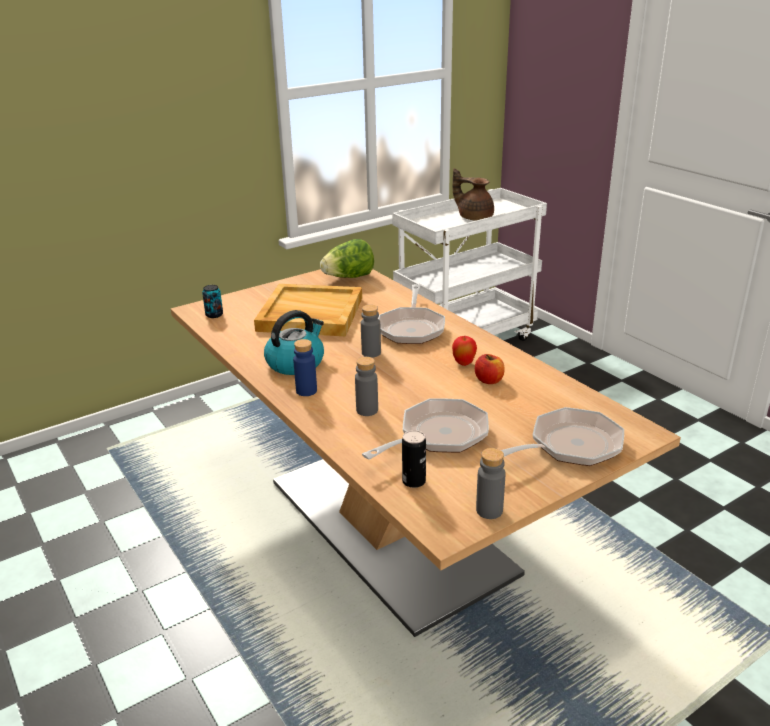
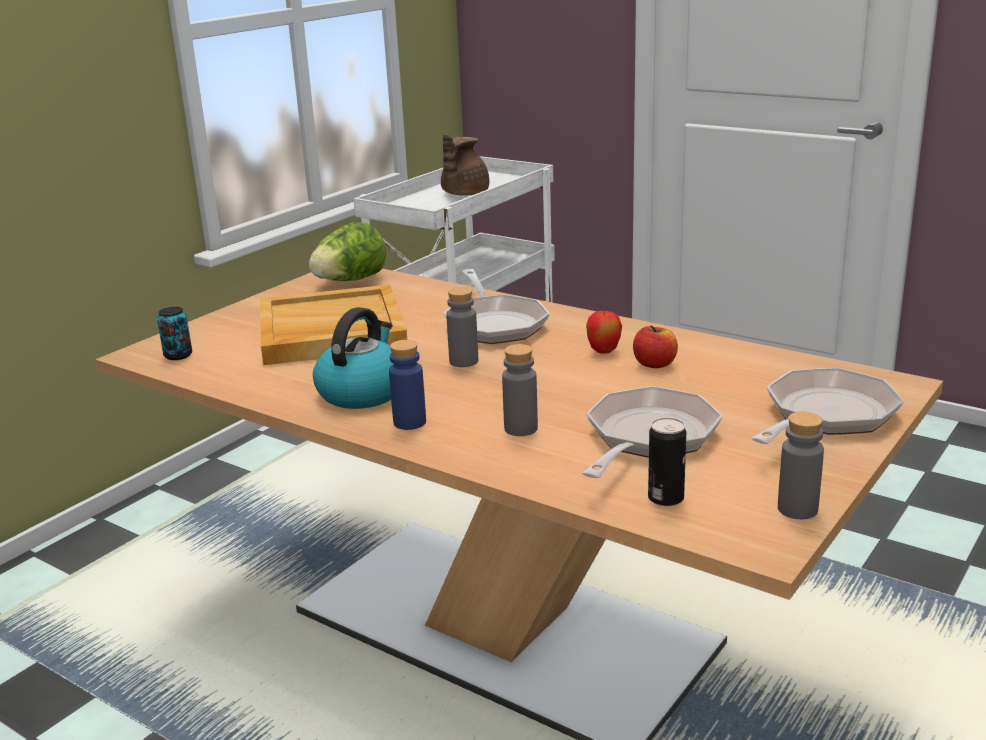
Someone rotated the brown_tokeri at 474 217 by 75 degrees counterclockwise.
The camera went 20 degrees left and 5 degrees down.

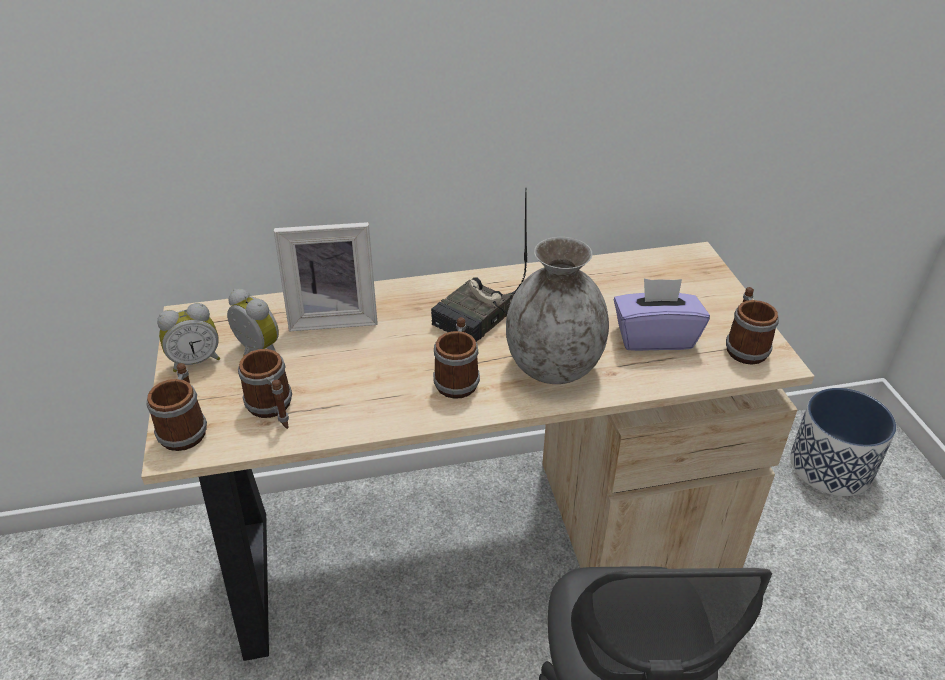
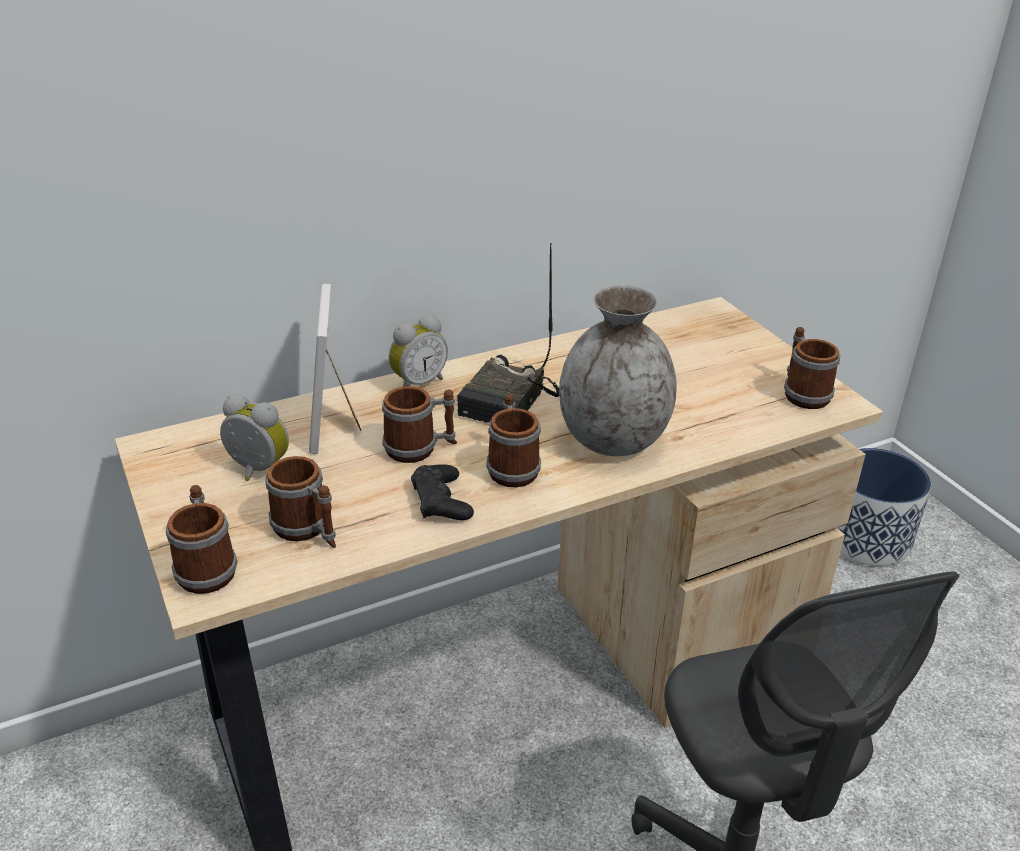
Someone rotated the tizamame at 333 317 by 105 degrees clockwise.
Someone took away the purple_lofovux at 654 337.
Someone carried the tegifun from 195 361 to 417 383.
Someone put down the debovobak at 420 448.
Someone put down the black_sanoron at 441 501.
The camera went 15 degrees left and 5 degrees down.

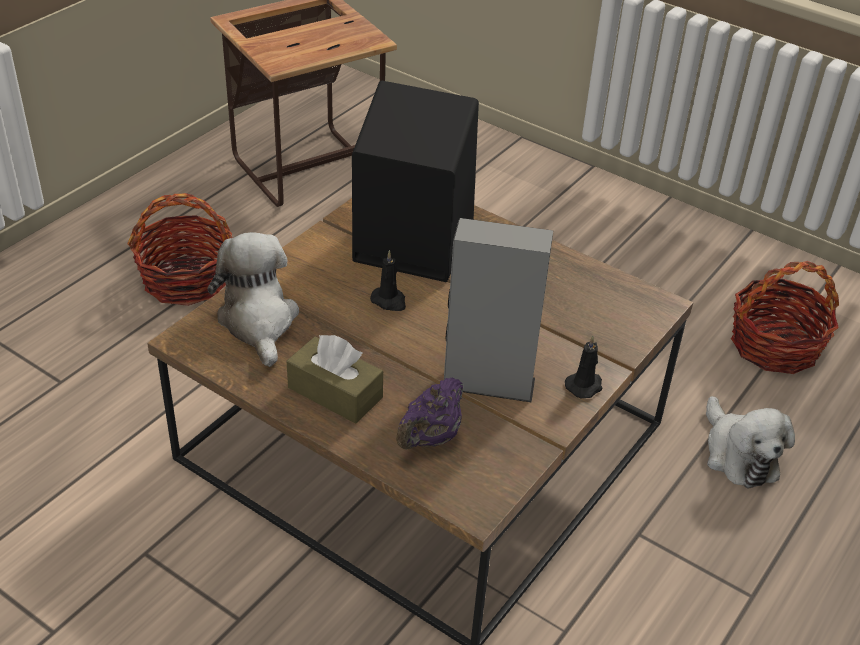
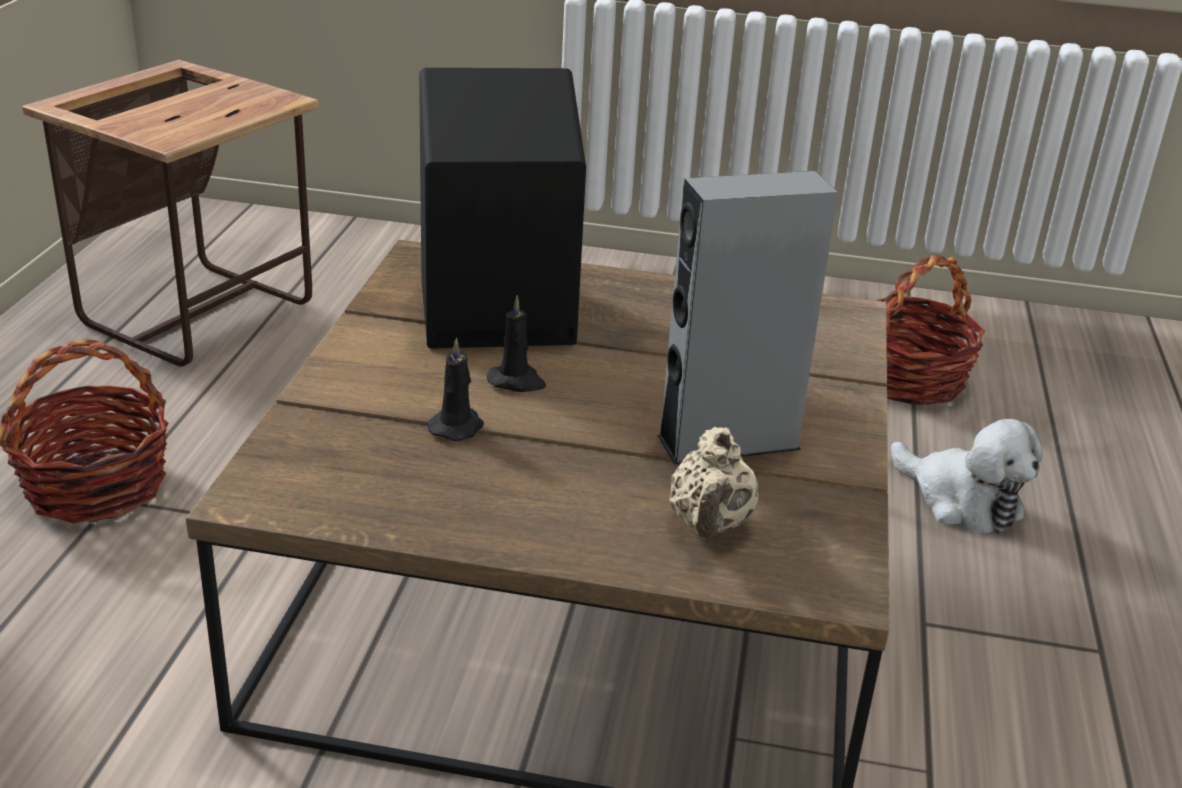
Someone took away the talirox at 258 322.
Someone took away the brown_lofovux at 335 392.
Someone carried the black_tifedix from 585 386 to 457 426.
Someone repainted the purple_tokeri at 430 438, which became the beige_tokeri at 709 526.
The camera went 25 degrees left and 10 degrees down.

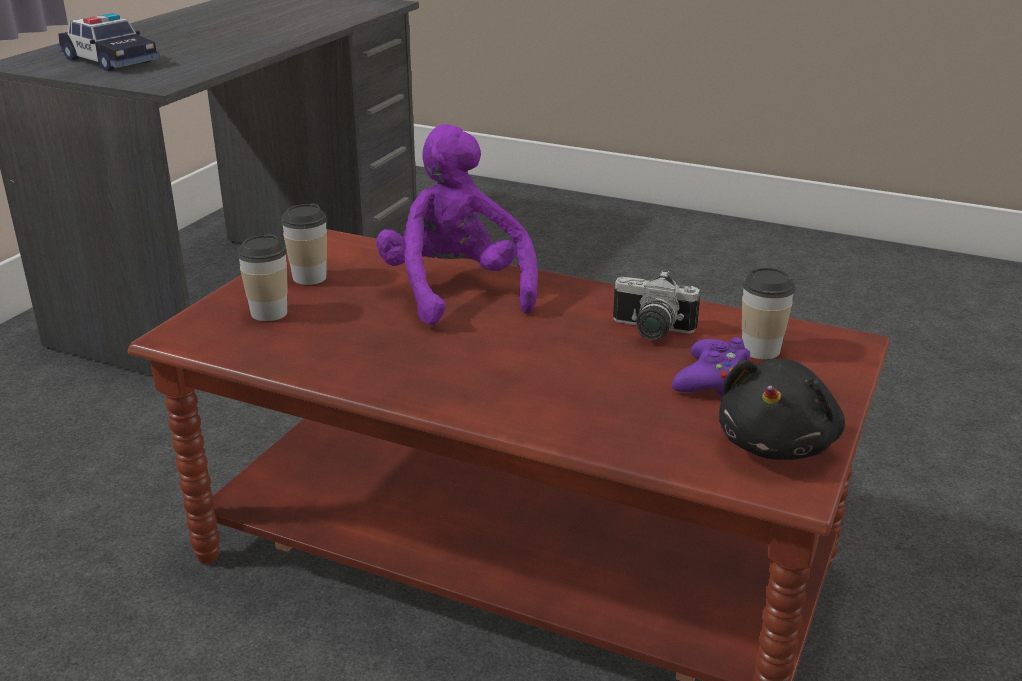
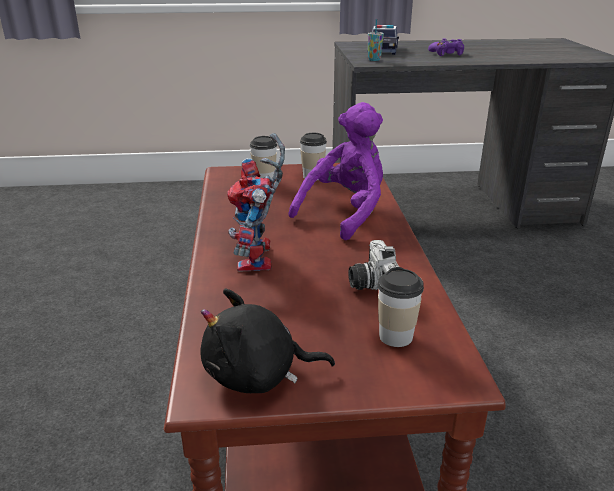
Someone carried the purple_sanoron from 712 380 to 447 53.
Someone put down the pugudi at 374 60.
Someone put down the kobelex at 259 260.
The camera went 60 degrees right and 0 degrees up.

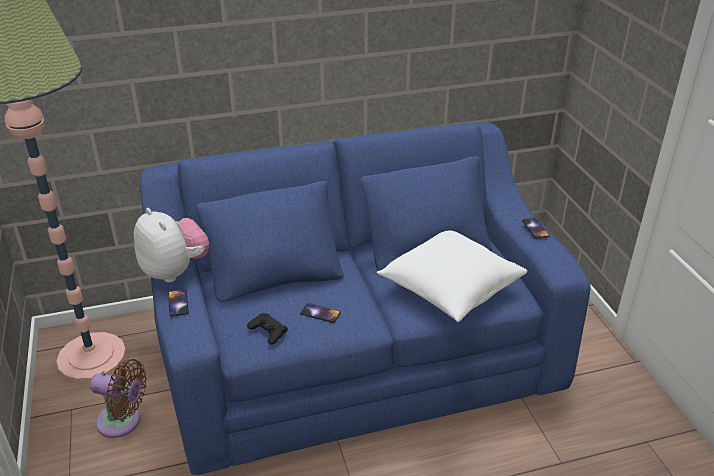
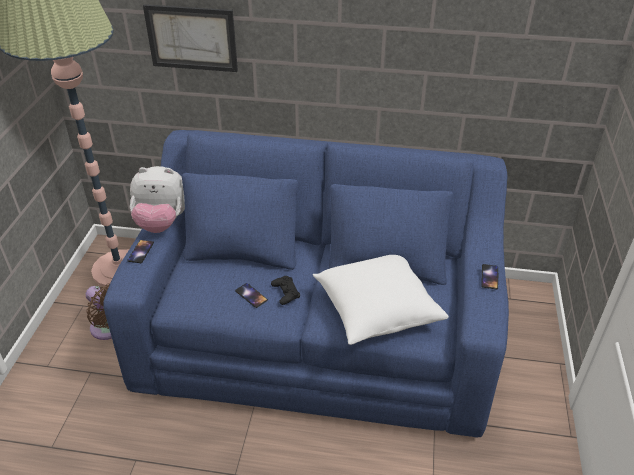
Someone rotated the talirox at 175 271 by 105 degrees clockwise.
Someone carried the black_sanoron from 268 331 to 285 292.
Someone put up the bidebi at 192 38.
The camera went 25 degrees right and 5 degrees up.

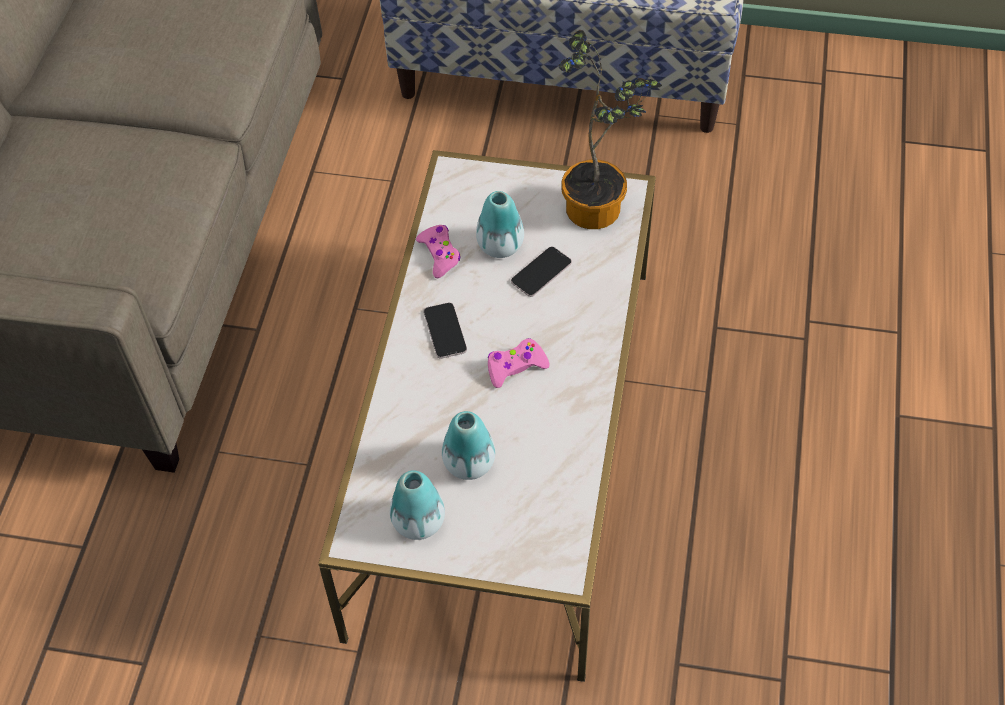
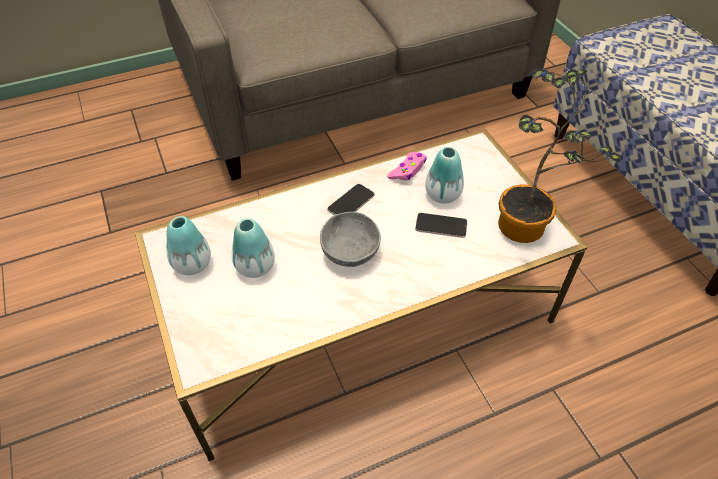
Someone swapped the pink_sanoron at 515 367 for the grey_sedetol at 351 251.
The camera went 55 degrees right and 5 degrees down.

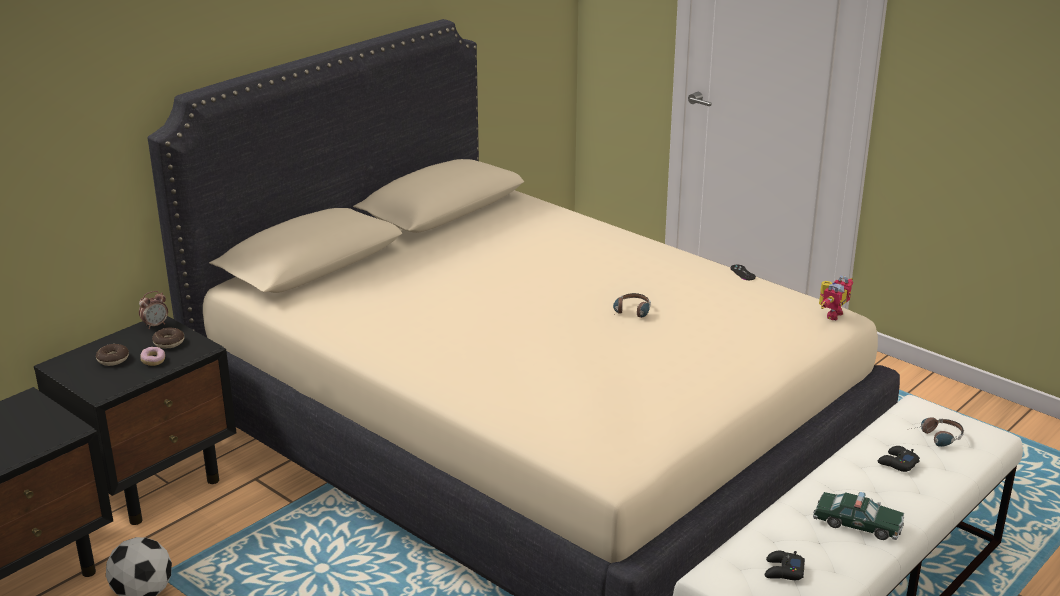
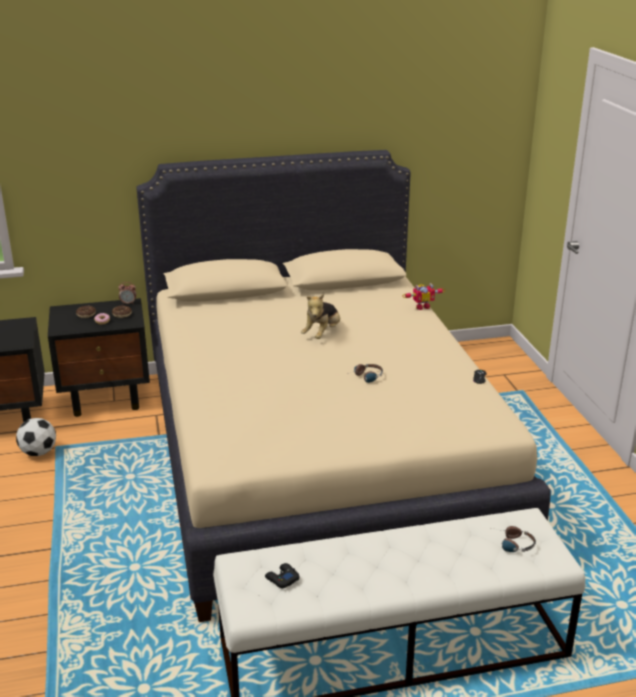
Someone carried the kobelex from 830 314 to 421 306.
Someone took away the black_sanoron at 897 463.
Someone took away the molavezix at 857 524.
Someone put down the talirox at 322 334.
The camera went 35 degrees right and 0 degrees up.

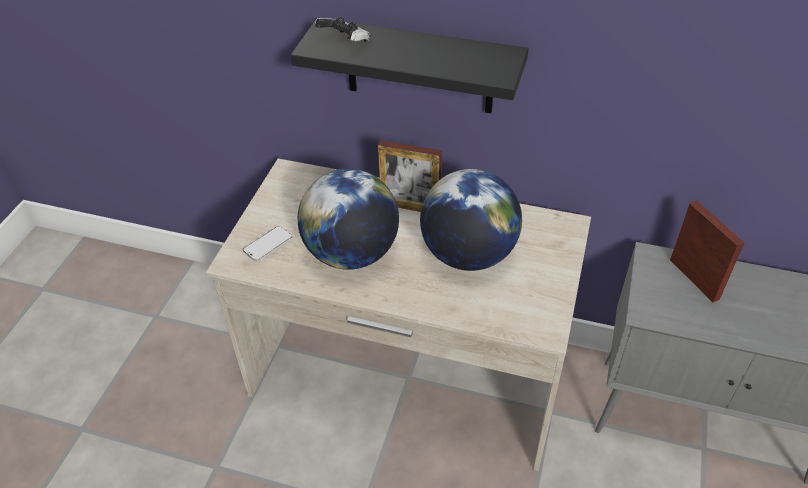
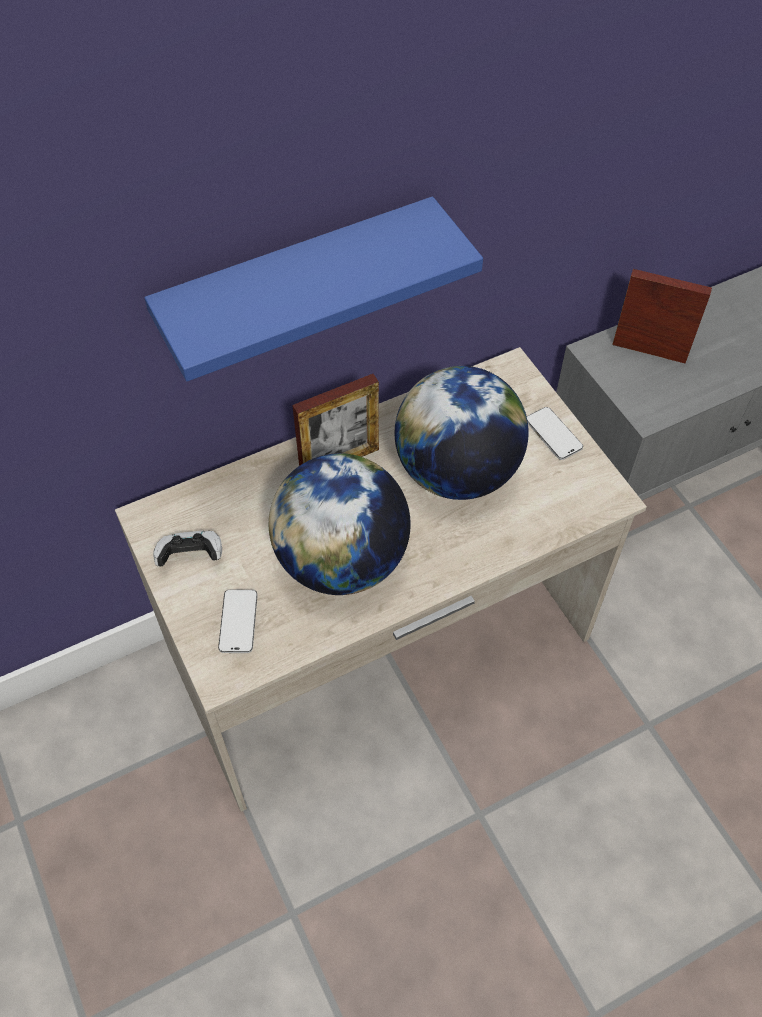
Someone carried the sanoron from 345 42 to 191 556.
Someone repainted the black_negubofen at 419 67, which became the blue_negubofen at 297 287.
Someone put down the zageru at 553 434.
The camera went 45 degrees left and 10 degrees up.

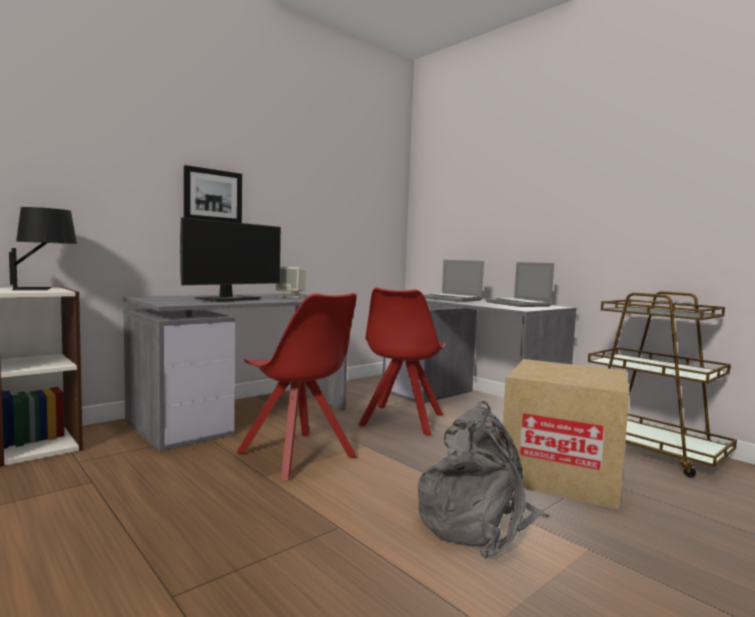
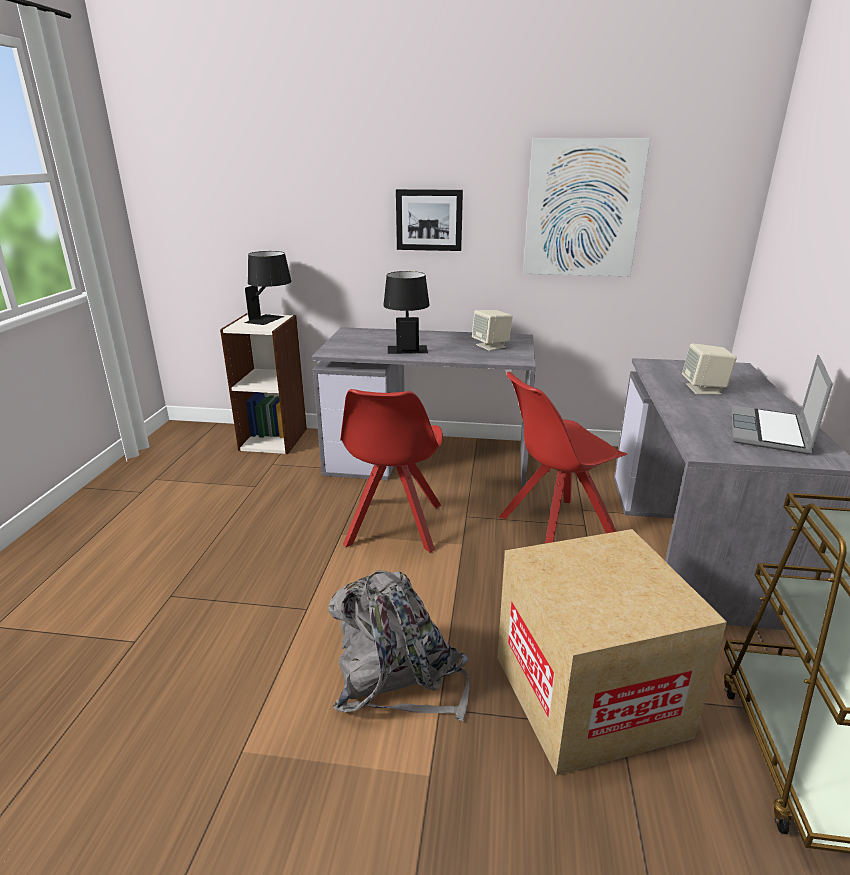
Someone swapped the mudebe at 229 299 for the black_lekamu at 406 346.
Someone swapped the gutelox at 452 299 for the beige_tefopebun at 703 389.
Someone put up the bidebi at 582 209.
The camera went 50 degrees right and 20 degrees up.

